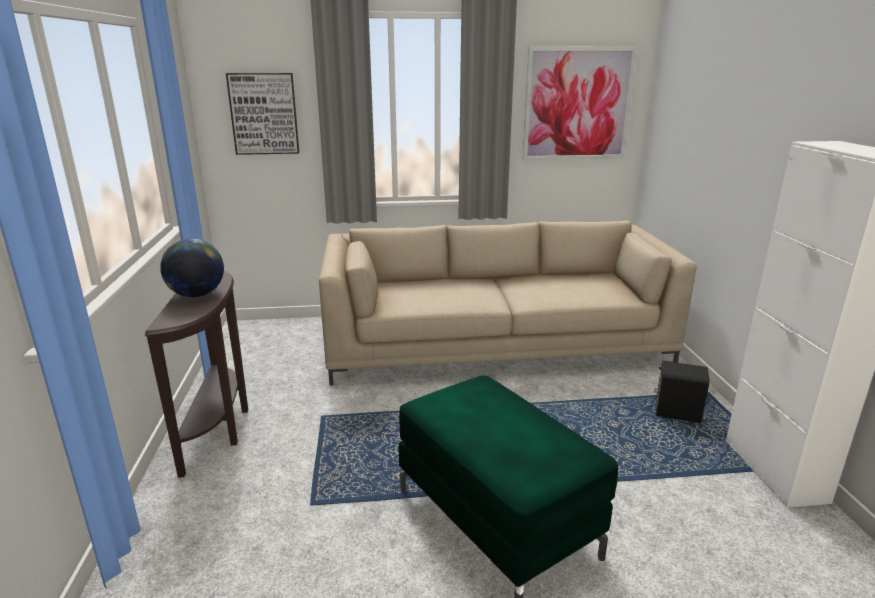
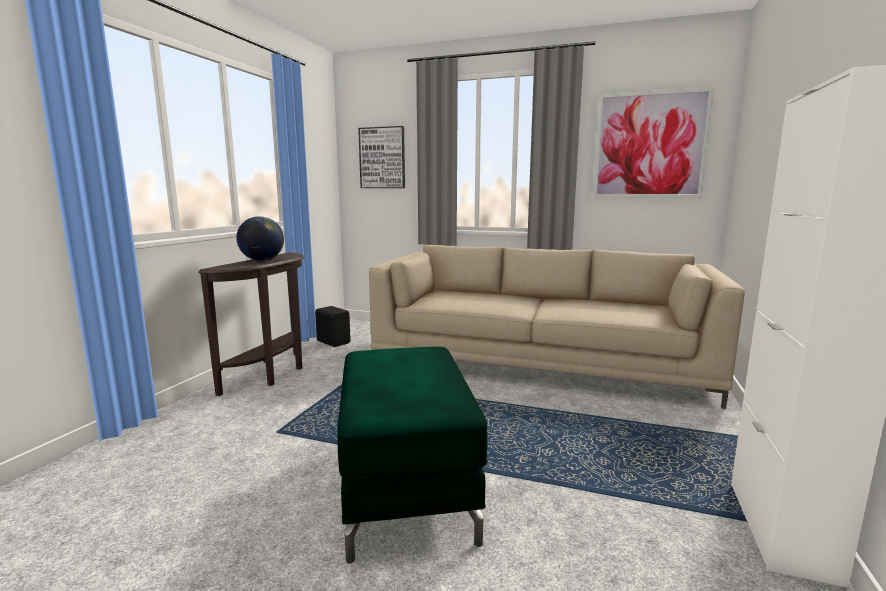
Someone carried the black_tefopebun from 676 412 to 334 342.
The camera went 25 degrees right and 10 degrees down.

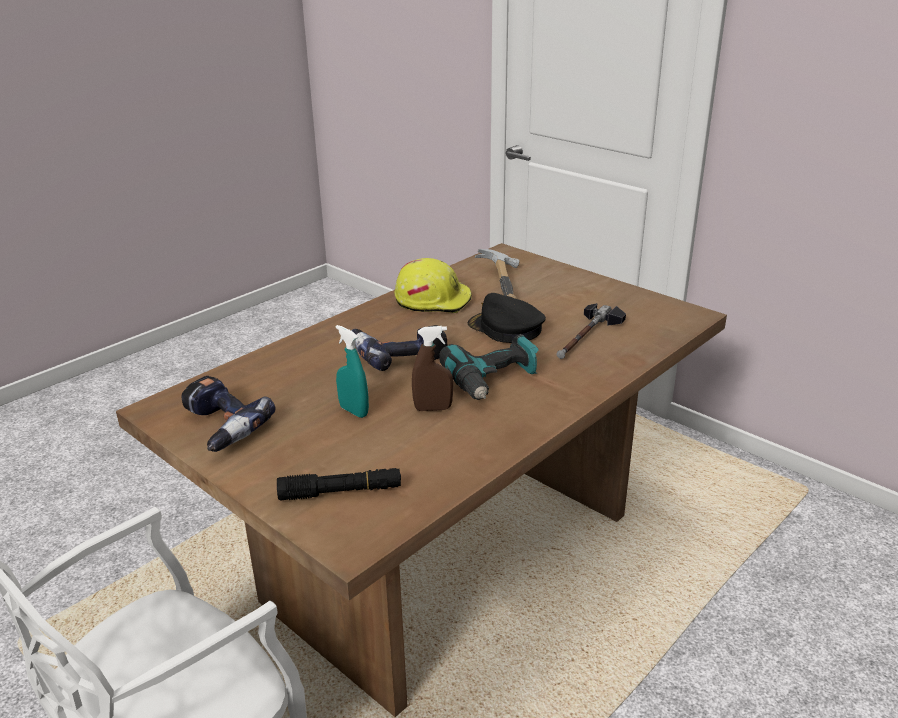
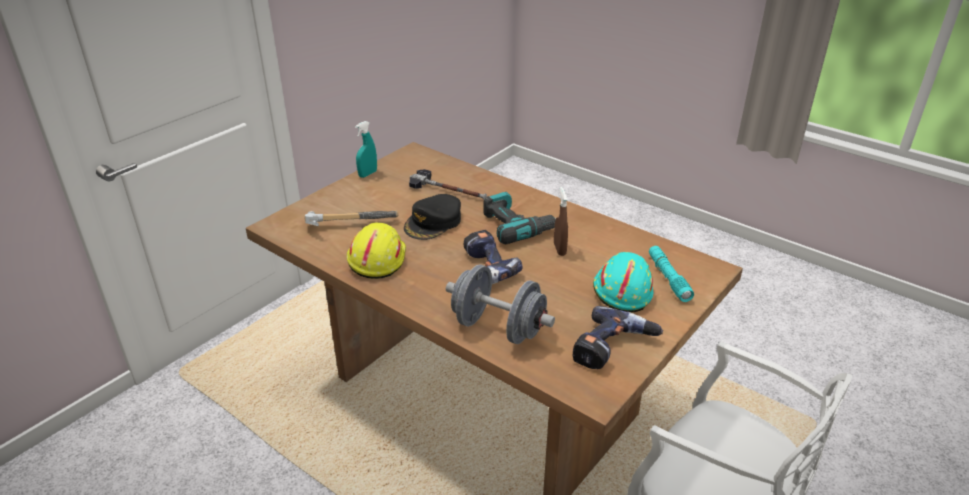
Someone carried the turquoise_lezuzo from 354 411 to 368 174.
Someone repainted the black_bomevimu at 341 492, which became the turquoise_bomevimu at 668 278.
Someone put down the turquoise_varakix at 621 290.
Someone put down the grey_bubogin at 498 328.
The camera went 95 degrees left and 5 degrees up.

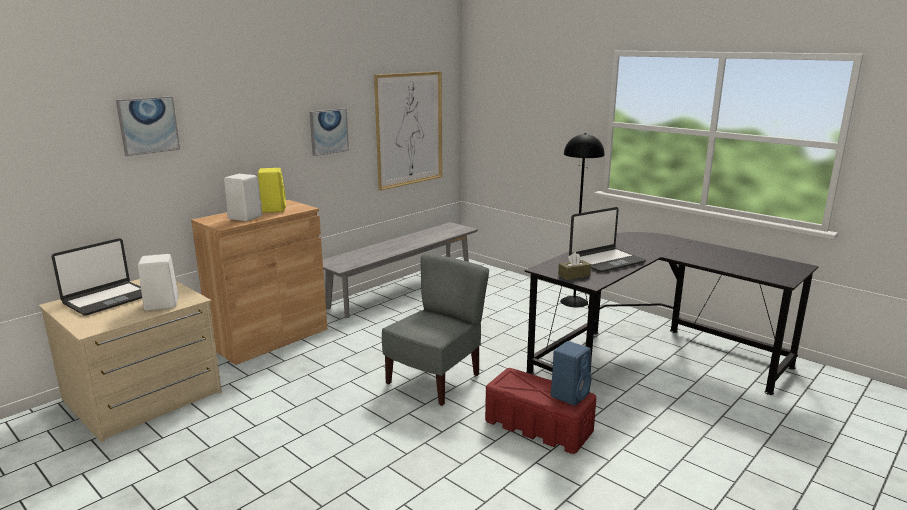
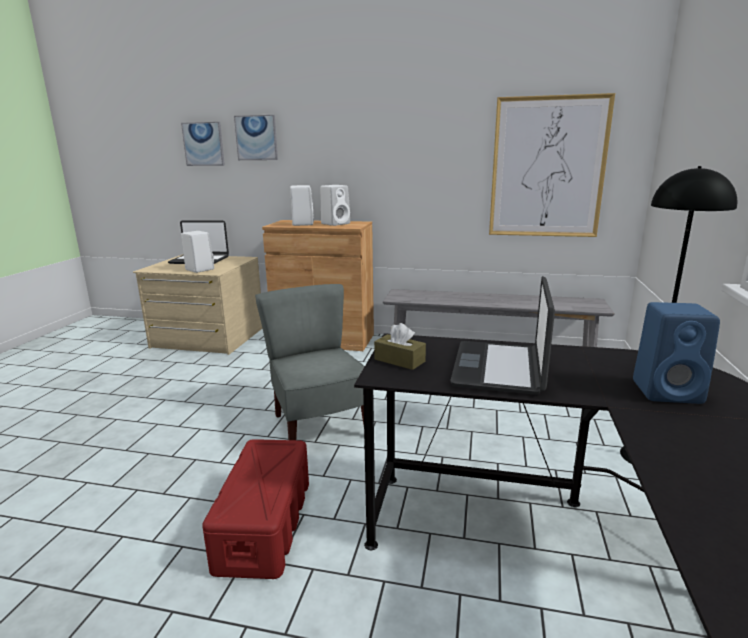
Someone carried the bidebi from 328 131 to 203 144.
Someone repainted the yellow_tefopebun at 273 209, which became the white_tefopebun at 336 223.
Someone rotated the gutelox at 606 261 by 75 degrees clockwise.
Someone rotated the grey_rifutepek at 435 380 by 120 degrees counterclockwise.
Someone carried the blue_tefopebun from 570 394 to 669 392.
The camera went 60 degrees right and 0 degrees up.

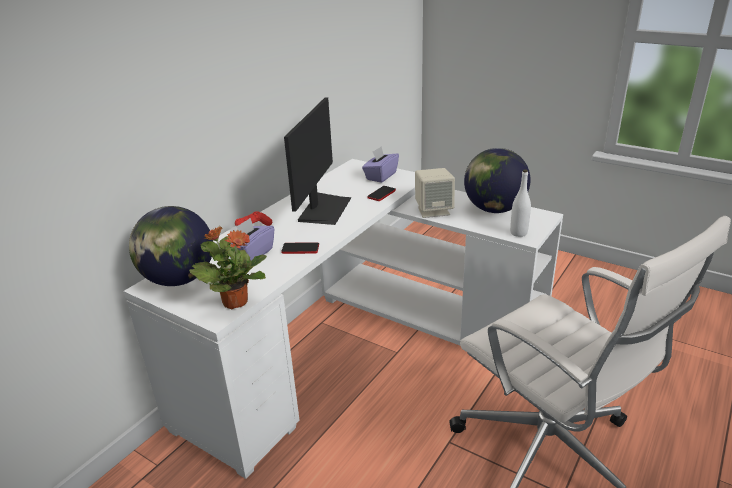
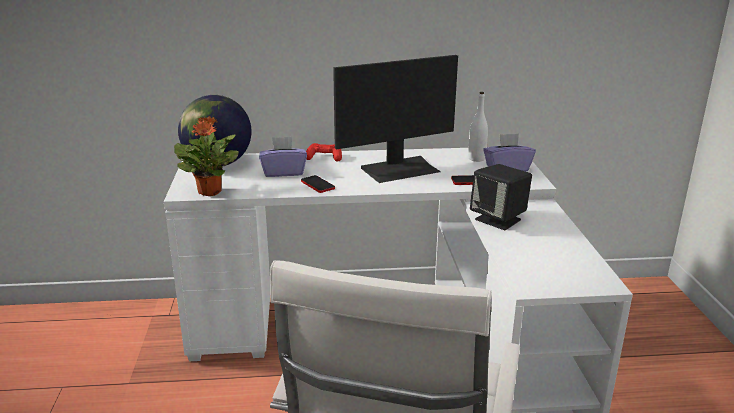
Someone took away the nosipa at 494 209.
Someone repainted the beige_tefopebun at 433 211, which became the black_tefopebun at 498 220.
Someone carried the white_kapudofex from 518 233 to 476 159.
The camera went 50 degrees right and 5 degrees down.

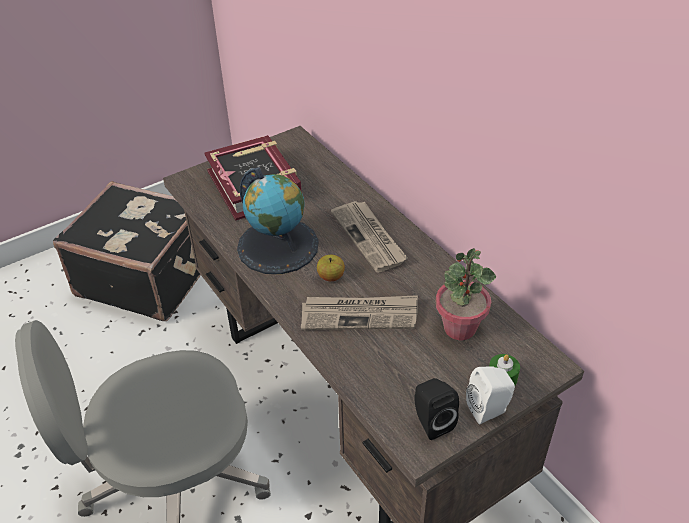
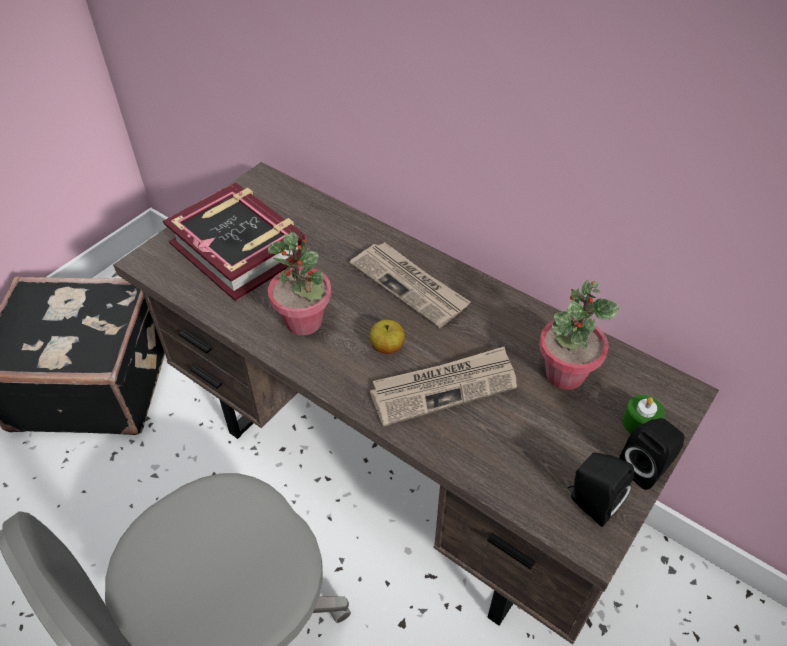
Someone swapped the nosipa at 278 246 for the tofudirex at 304 322.
Someone repainted the white_tefopebun at 489 410, which became the black_tefopebun at 646 467.
The camera went 20 degrees left and 5 degrees up.

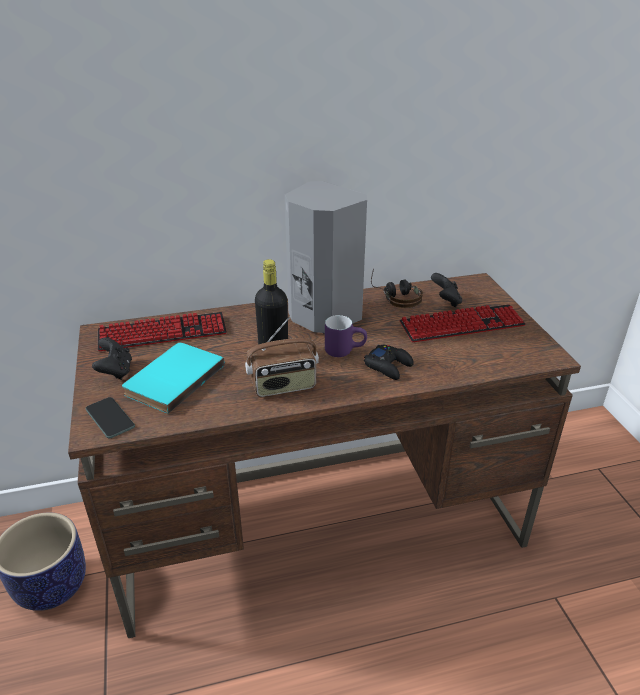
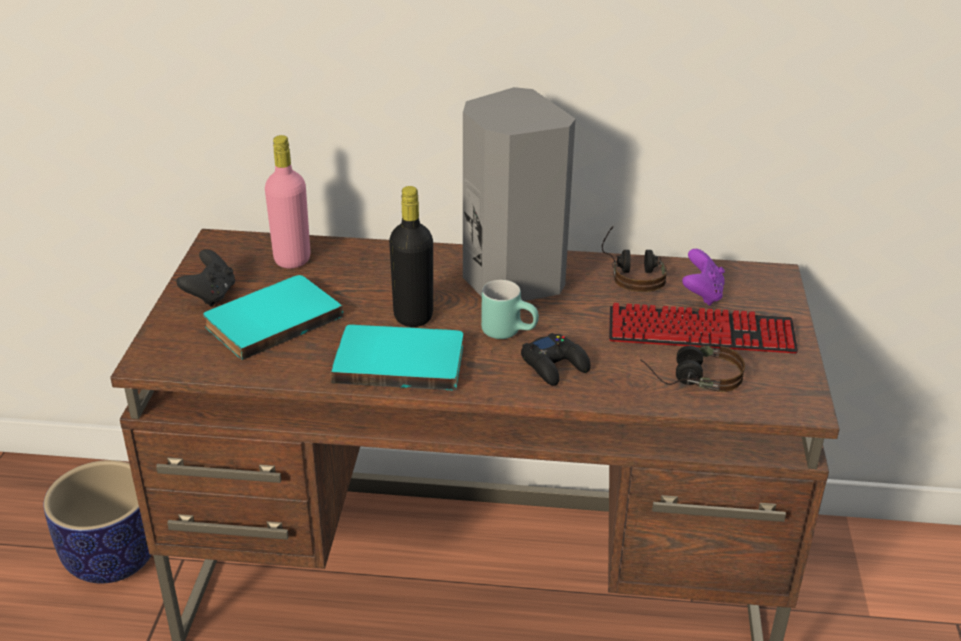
Someone repainted the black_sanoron at 446 301, which became the purple_sanoron at 702 294.
Someone swapped the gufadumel at 162 333 for the pink_kapudofex at 292 259.
Someone repainted the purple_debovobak at 344 350, which became the turquoise_debovobak at 510 331.
Someone swapped the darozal at 283 386 for the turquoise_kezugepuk at 400 360.
Someone took away the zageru at 110 418.
Someone put down the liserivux at 690 378.
The camera went 20 degrees right and 0 degrees up.

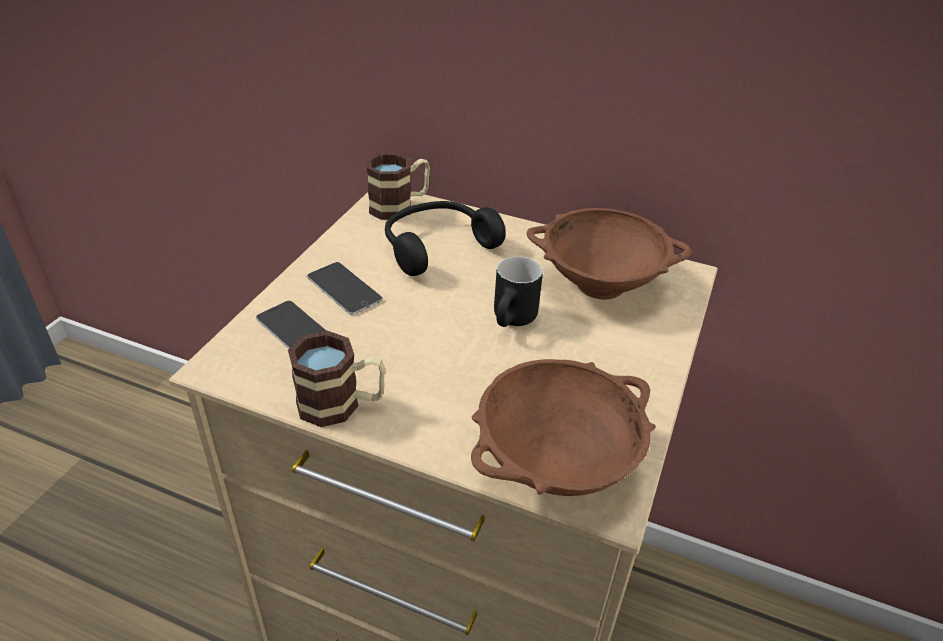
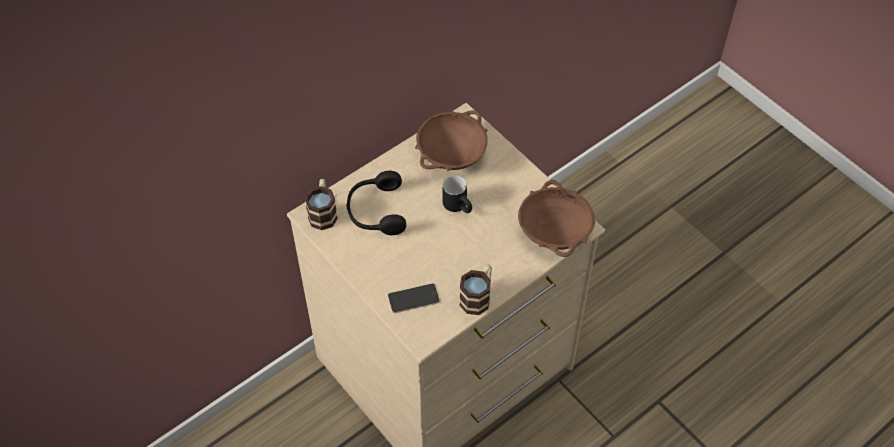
Someone took away the zageru at 344 288.
The camera went 60 degrees left and 15 degrees up.

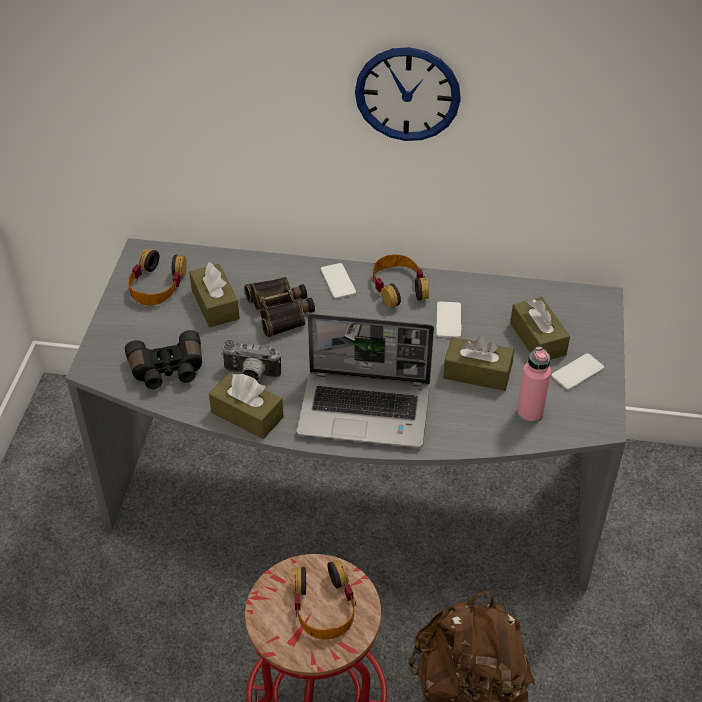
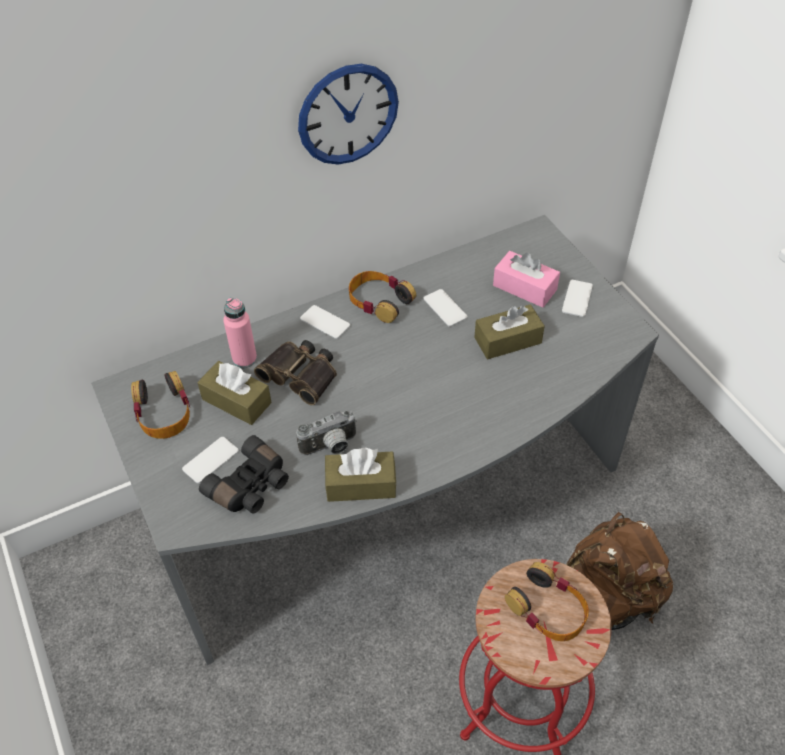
Someone repainted the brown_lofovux at 537 339, which became the pink_lofovux at 524 287.
Someone took away the gutelox at 366 410.
Someone carried the pink_kapudofex from 529 413 to 244 359.
Someone put down the zageru at 210 460.
The camera went 35 degrees left and 5 degrees up.

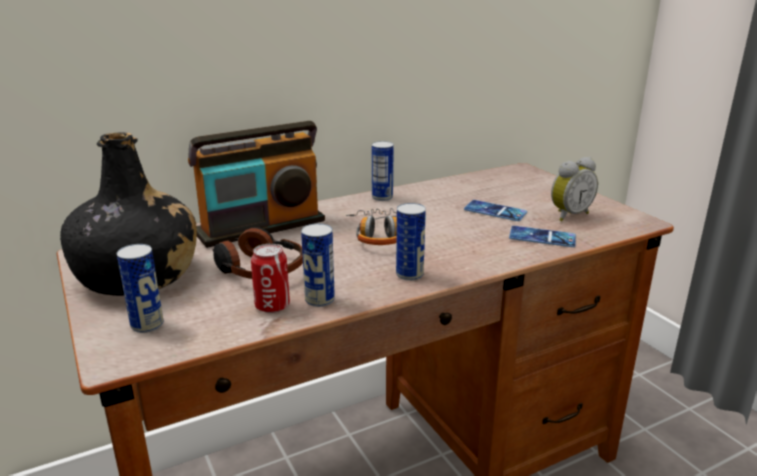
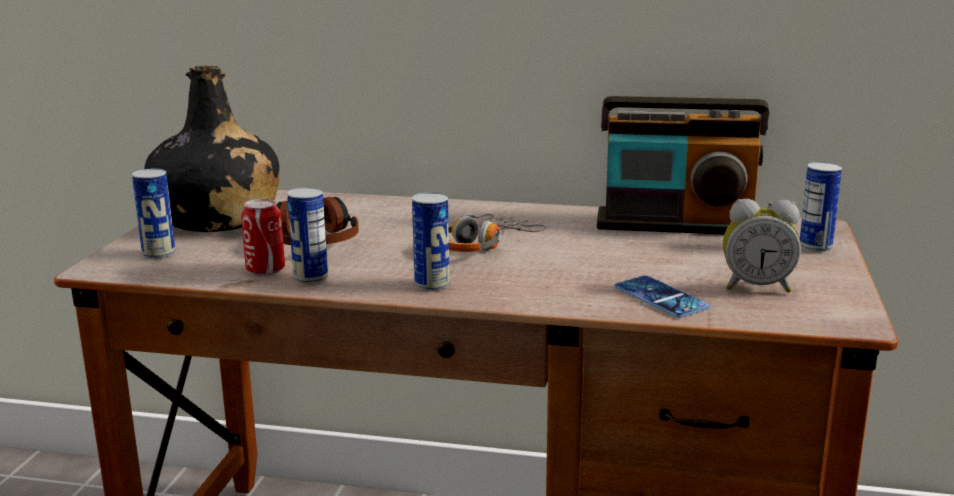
Someone carried the darozal from 261 227 to 677 225.
Someone carried the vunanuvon from 382 197 to 815 247.
Someone took away the zageru at 495 211.
The camera went 40 degrees right and 5 degrees down.

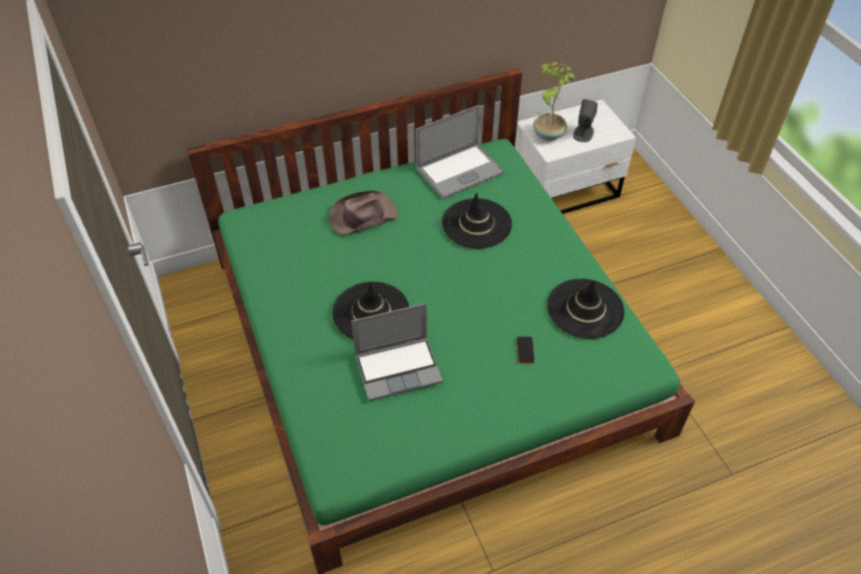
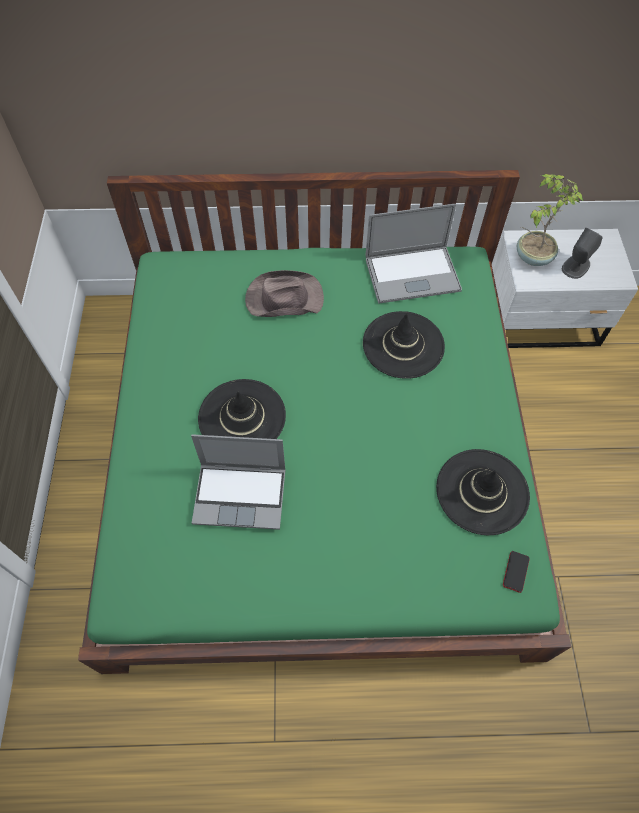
Someone carried the zageru from 525 350 to 515 571.
The camera went 20 degrees right and 10 degrees up.

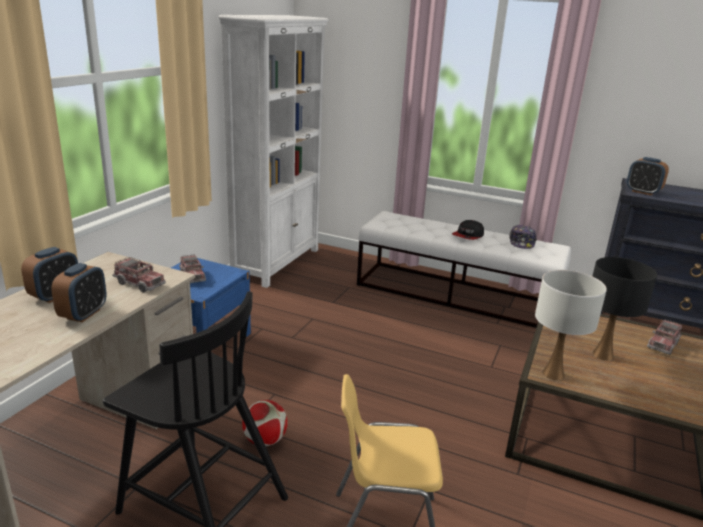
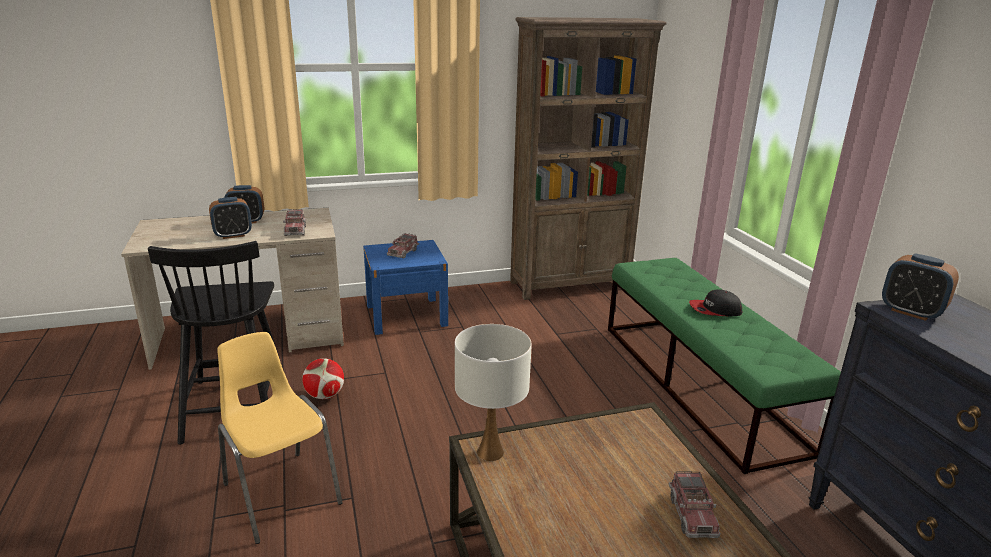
Someone repainted the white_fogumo at 277 263, which became the brown_fogumo at 571 284.
Someone rotated the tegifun at 643 192 by 45 degrees counterclockwise.
Someone repainted the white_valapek at 456 295, which became the green_valapek at 699 384.
Someone took away the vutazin at 522 242.
Someone took away the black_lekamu at 603 355.
Someone rotated the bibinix at 663 344 by 90 degrees counterclockwise.
The camera went 50 degrees right and 0 degrees up.

